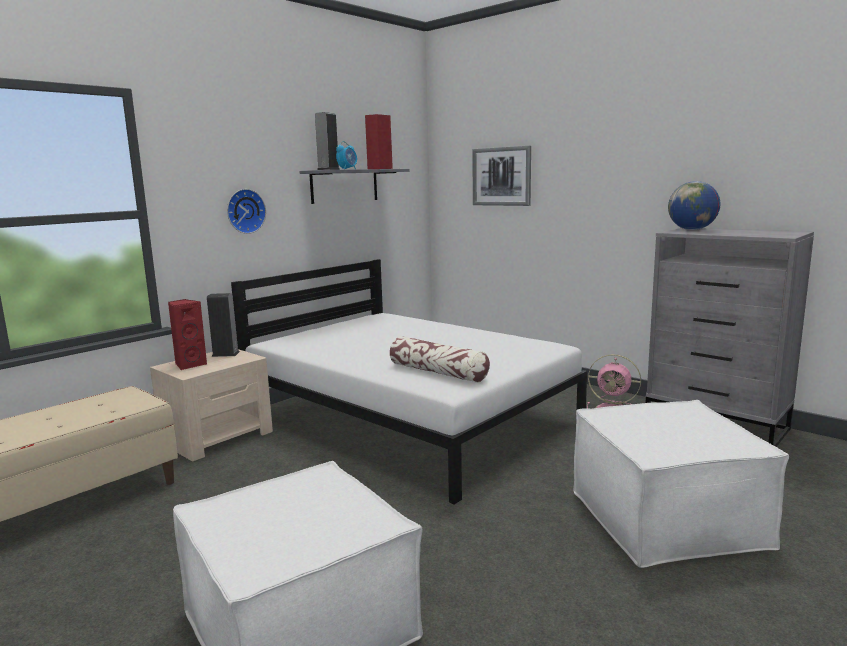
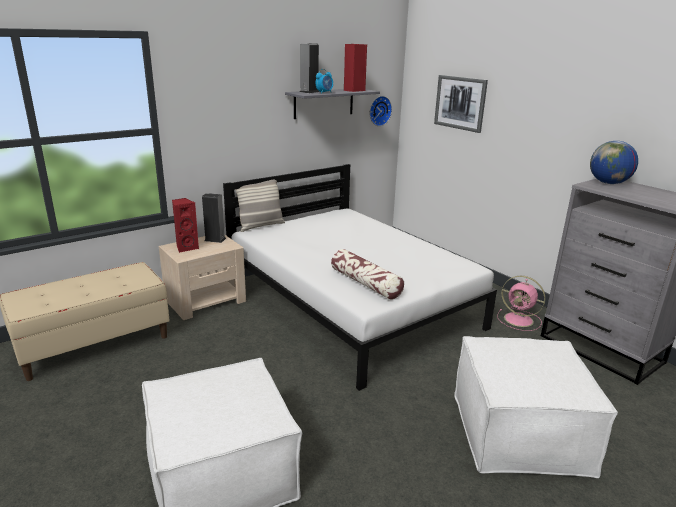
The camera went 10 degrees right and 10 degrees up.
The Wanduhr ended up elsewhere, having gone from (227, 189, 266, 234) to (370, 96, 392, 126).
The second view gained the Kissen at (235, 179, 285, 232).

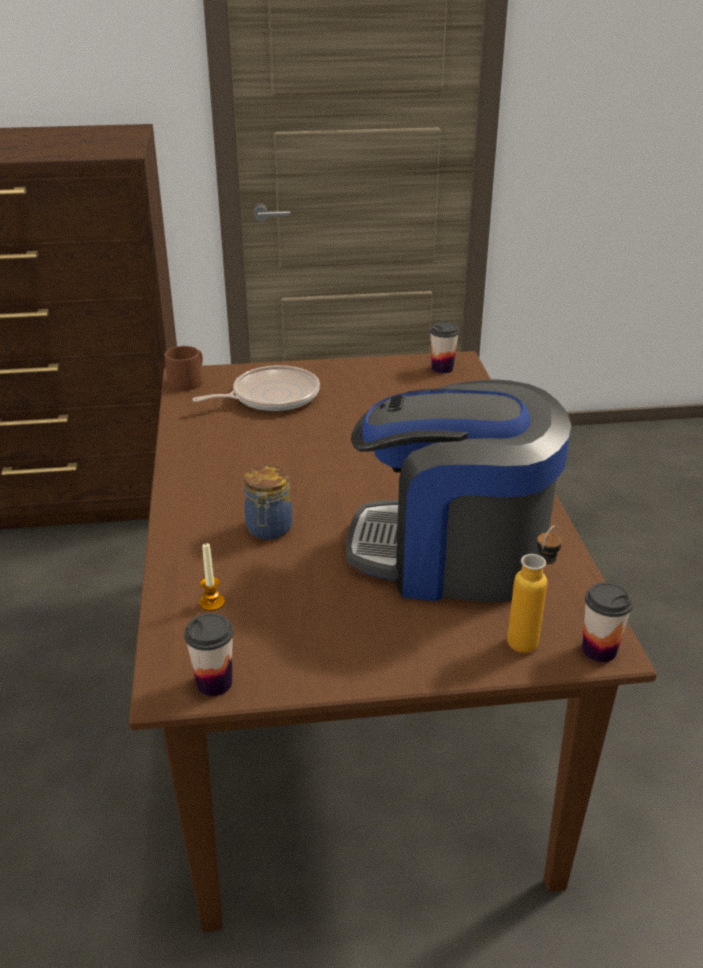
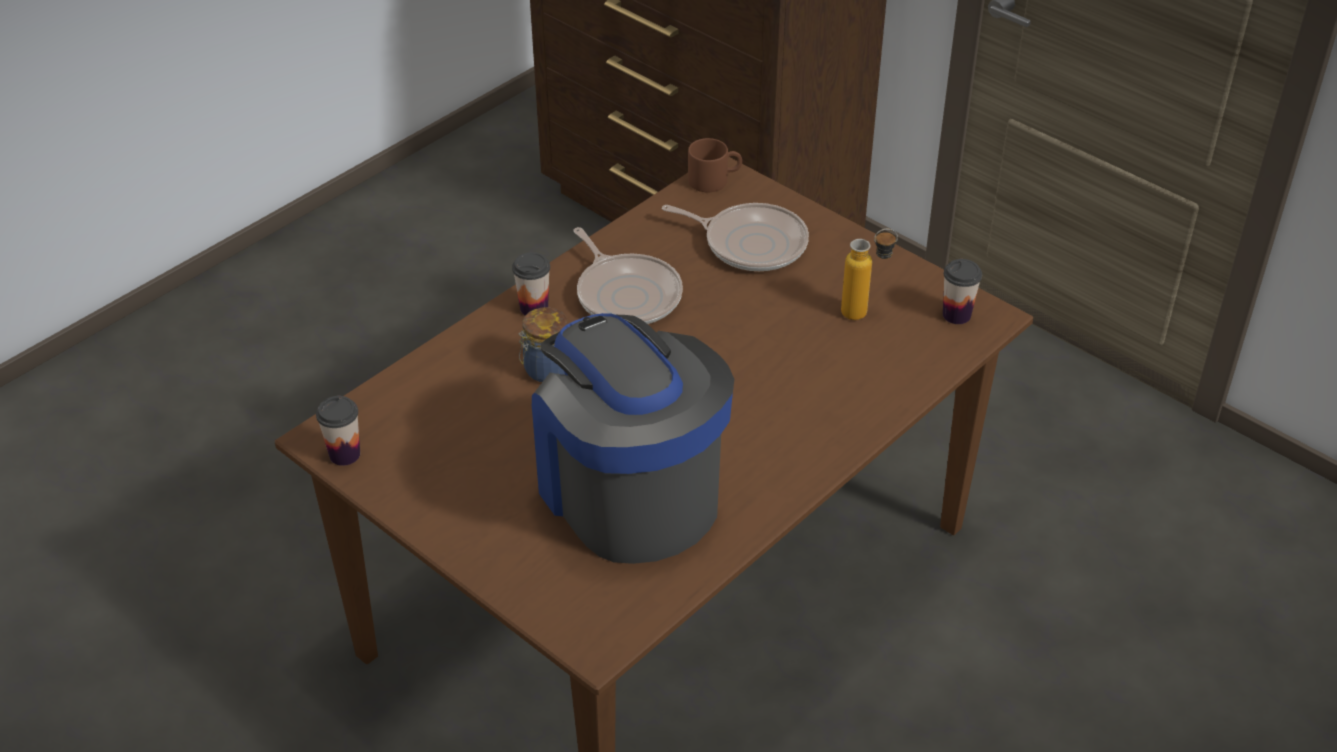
The camera went 50 degrees right and 10 degrees up.
The Flasche ended up elsewhere, having gone from (507, 526, 562, 653) to (841, 228, 898, 320).
The second view lost the Kerze at (199, 543, 225, 611).
The Tasse ended up elsewhere, having gone from (582, 582, 633, 662) to (512, 252, 550, 315).
The second view gained the Pfanne at (573, 227, 683, 324).

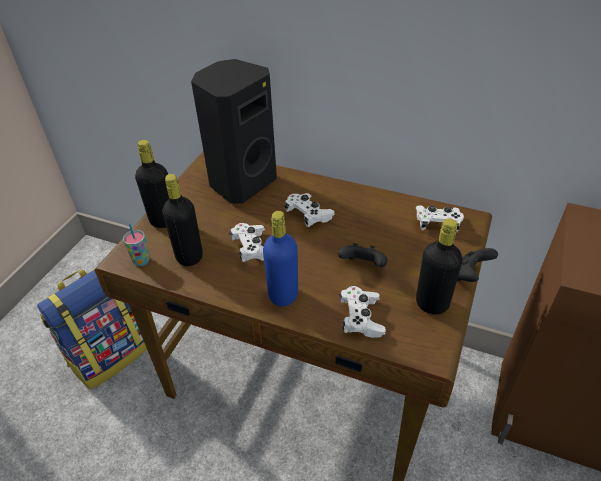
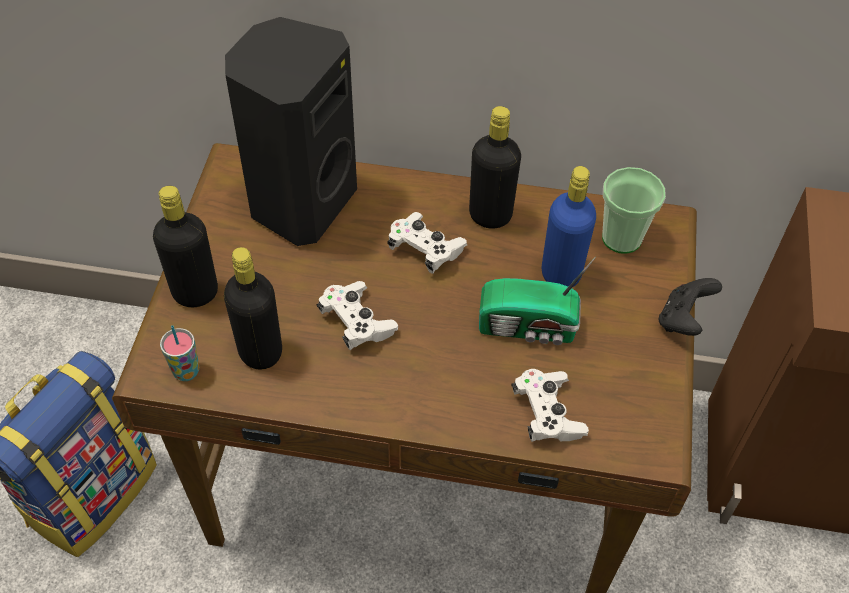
The camera went 15 degrees left and 10 degrees up.
Where the Gamepad (weiß) stood at (416, 205, 464, 232), the Tasse came to stand at (602, 167, 666, 254).
The Flasche (blau) ended up elsewhere, having gone from (263, 211, 298, 306) to (542, 166, 596, 287).
The Flasche (schwarz) ended up elsewhere, having gone from (416, 218, 463, 314) to (469, 106, 521, 229).
Where the Gamepad (schwarz) stood at (338, 243, 387, 267), the Radio came to stand at (479, 257, 596, 345).

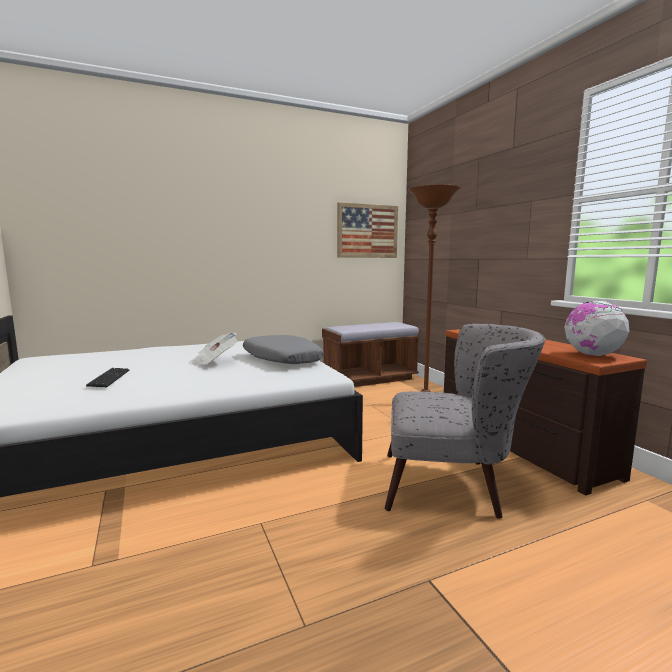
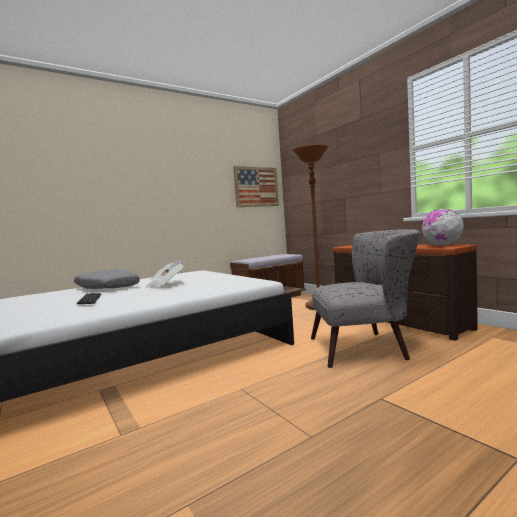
The camera went 10 degrees left and 5 degrees down.
The Kissen (grau) ended up elsewhere, having gone from (243, 335, 324, 364) to (74, 269, 140, 289).

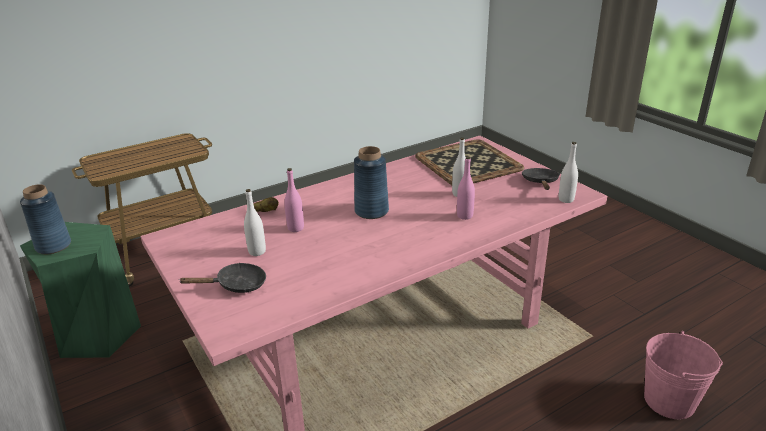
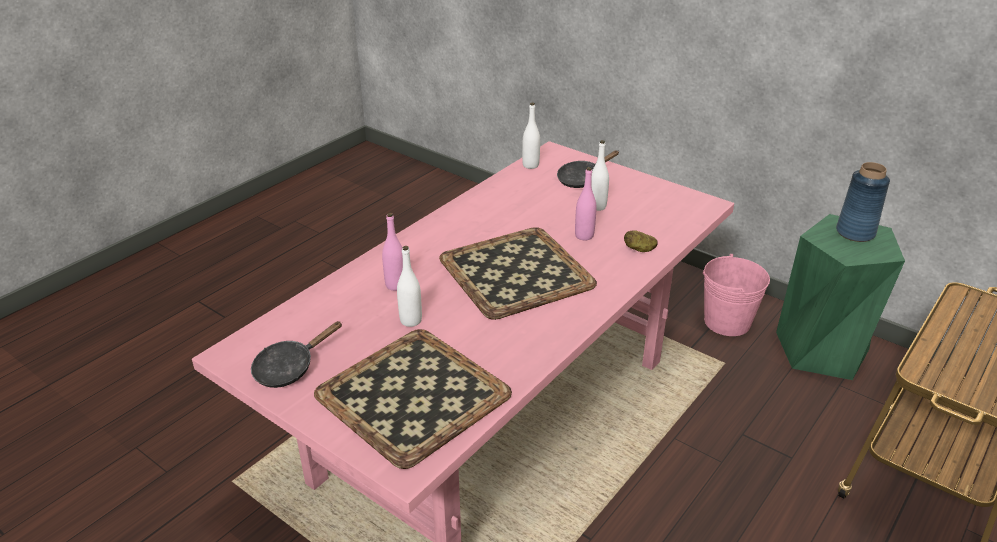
The camera went 160 degrees right and 5 degrees up.
The Flasche (weiß) ended up elsewhere, having gone from (559, 142, 578, 203) to (522, 103, 540, 169).
Where the Vase (blau) stood at (354, 146, 389, 219), the Tablett came to stand at (439, 227, 597, 320).
The Pfanne (schwarz) at (522, 168, 560, 190) ended up facing another way, 60 degrees clockwise from before.
The Eimer (rosa) ended up elsewhere, having gone from (644, 331, 723, 419) to (703, 254, 770, 336).

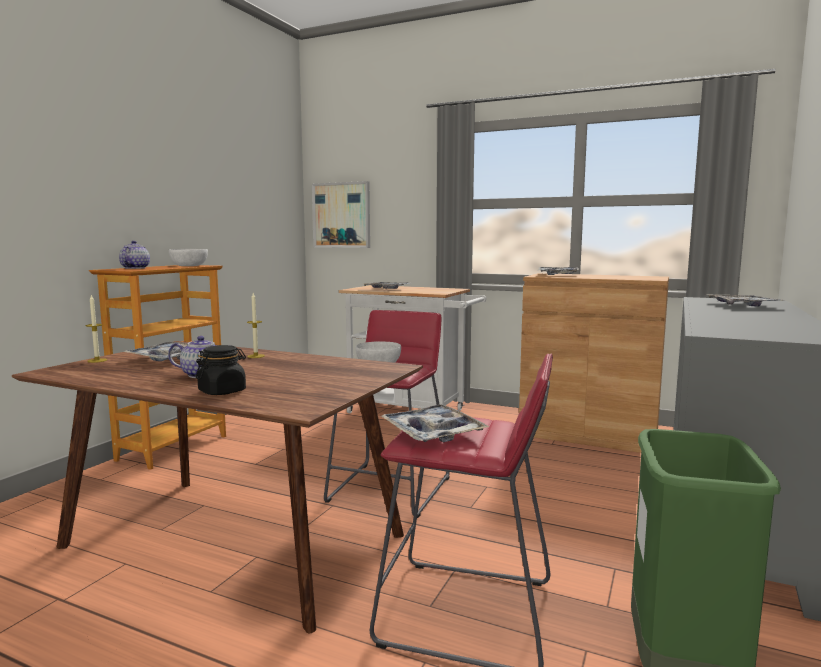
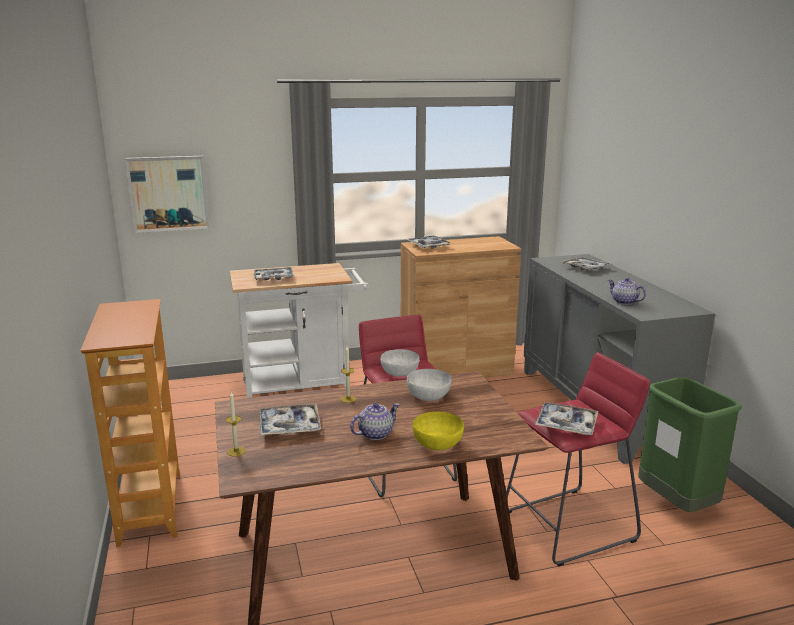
The camera went 40 degrees left and 10 degrees up.
The Teekanne ended up elsewhere, having gone from (119, 241, 150, 269) to (608, 278, 646, 305).
The Schüssel (weiß) ended up elsewhere, having gone from (169, 249, 208, 266) to (407, 369, 451, 401).
Where the Vorratsglas (schwarz) stood at (196, 345, 246, 395), the Schüssel (gelb) came to stand at (413, 412, 464, 450).

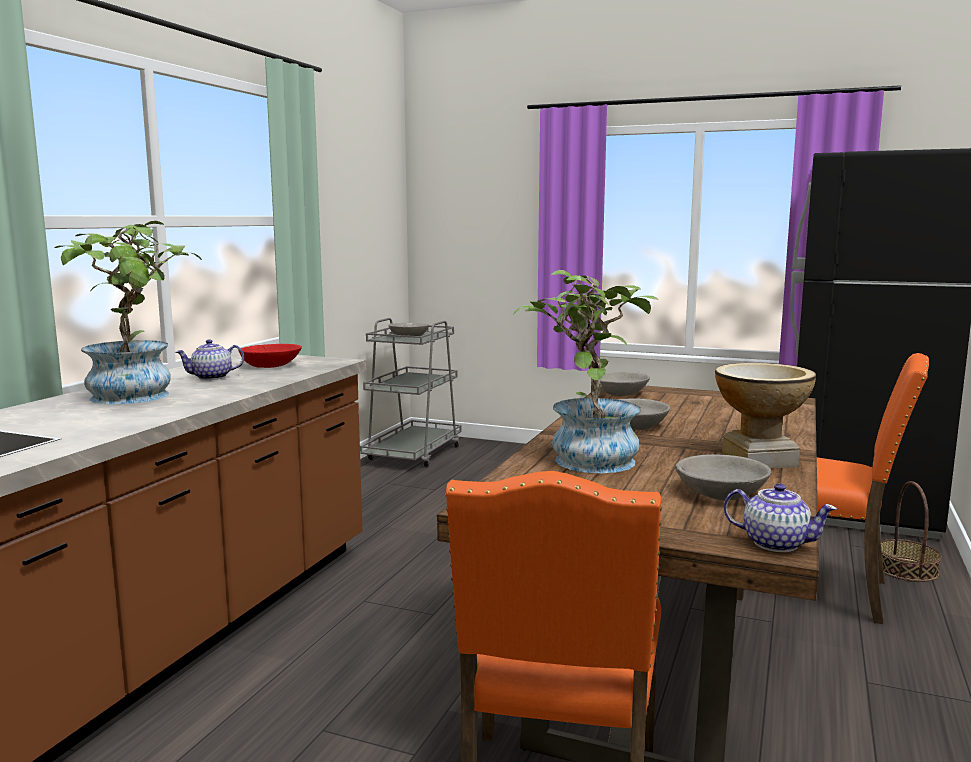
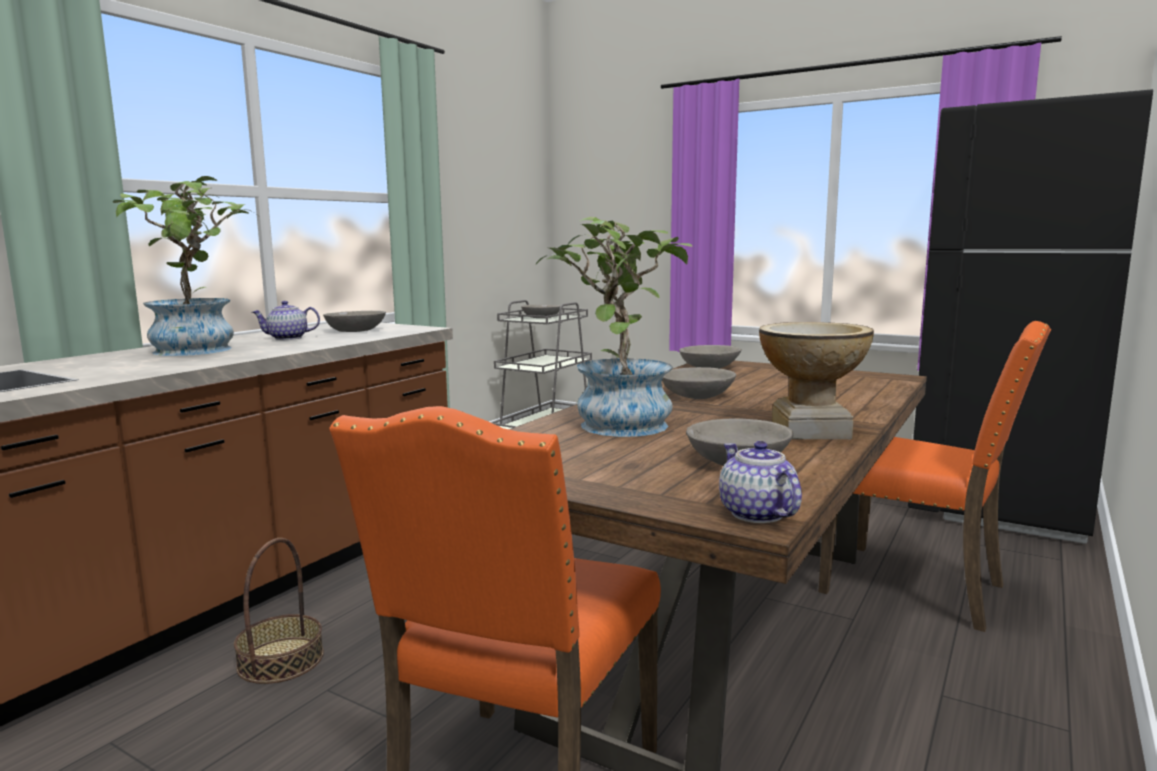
The camera went 10 degrees right and 0 degrees up.
What was the Schüssel (rot) at (238, 344, 302, 368) turned into the Schüssel (grau) at (323, 311, 386, 332).
The Korb ended up elsewhere, having gone from (881, 481, 942, 582) to (234, 538, 324, 684).
The Teekanne at (724, 483, 837, 552) ended up facing another way, 150 degrees counterclockwise from before.

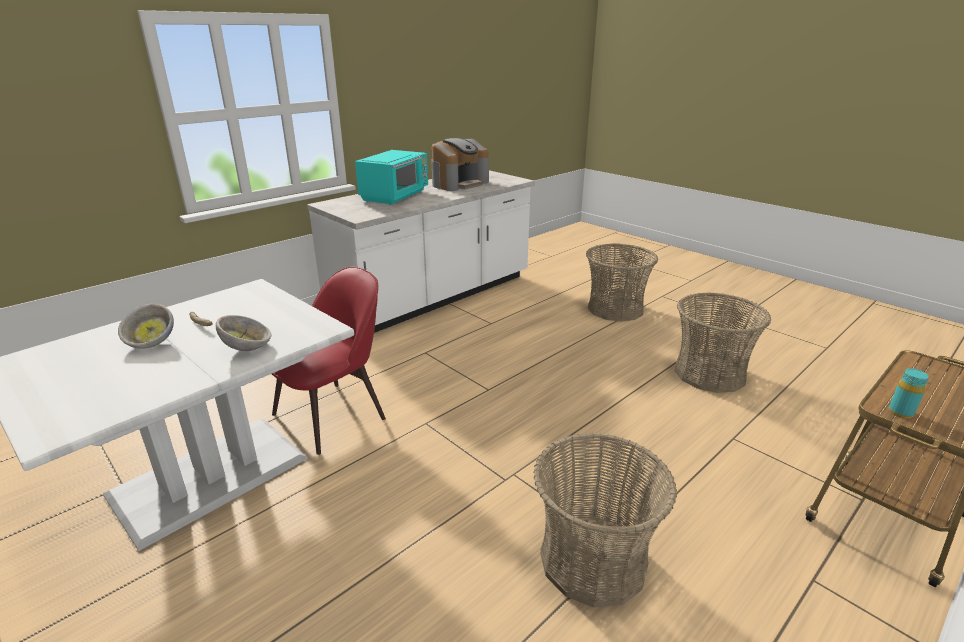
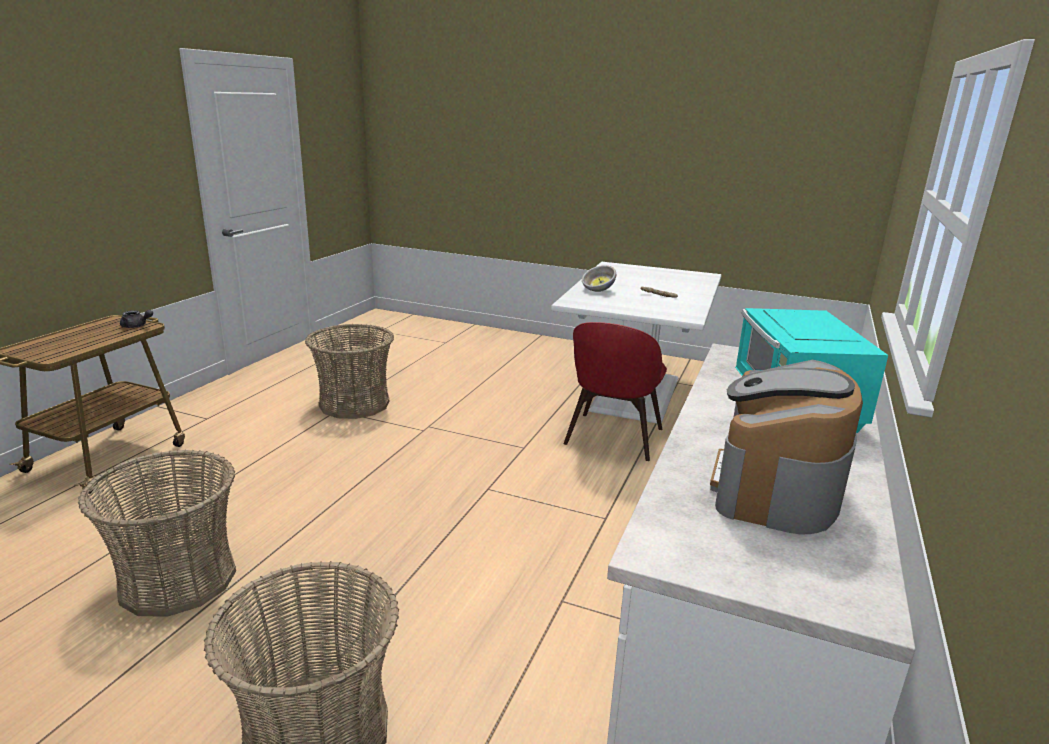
The camera went 155 degrees right and 5 degrees down.
The second view lost the Schüssel at (118, 304, 174, 349).
Where the Flasche (türkis) stood at (889, 368, 929, 418), the Teekanne (grau) came to stand at (120, 310, 153, 328).

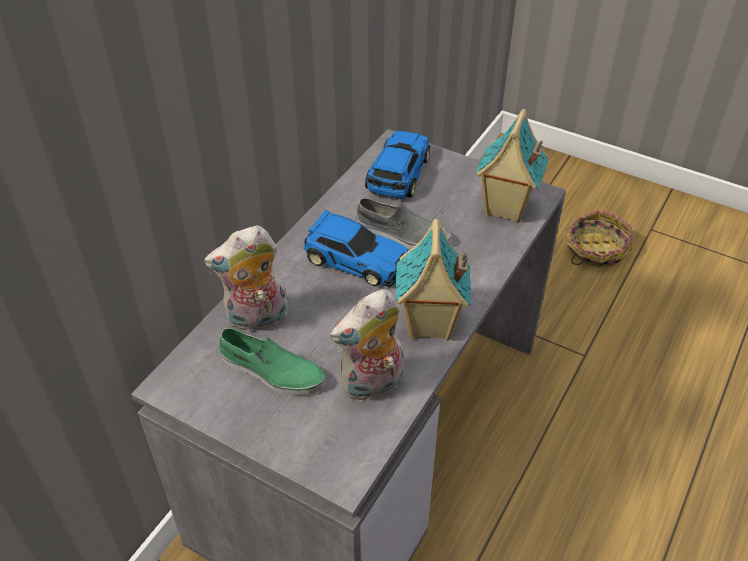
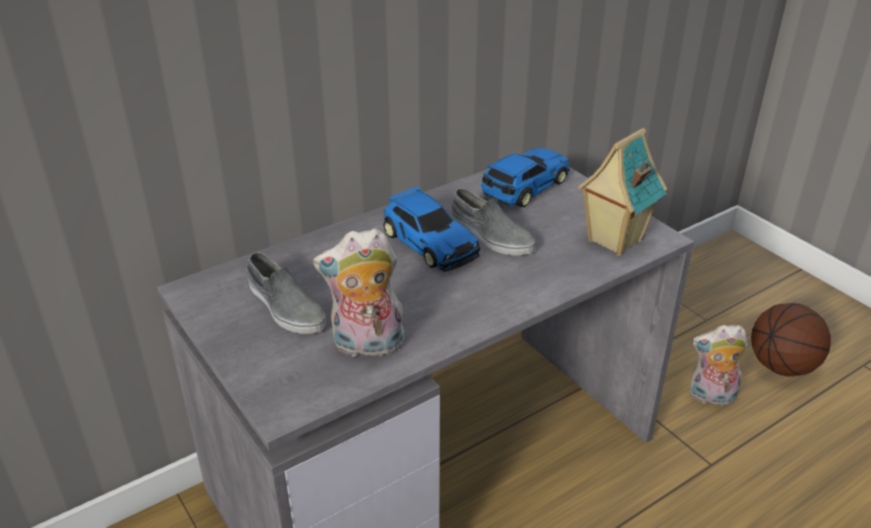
The camera went 25 degrees right and 10 degrees down.
Where the Korb stood at (566, 210, 633, 267), the Basketball came to stand at (751, 303, 831, 376).
The second view lost the Spielzeughaus at (395, 219, 471, 341).
The Plüschtier ended up elsewhere, having gone from (204, 225, 288, 332) to (690, 325, 748, 406).
What was the Schuh (grün) at (220, 328, 326, 396) turned into the Schuh (grau) at (246, 252, 326, 334).

